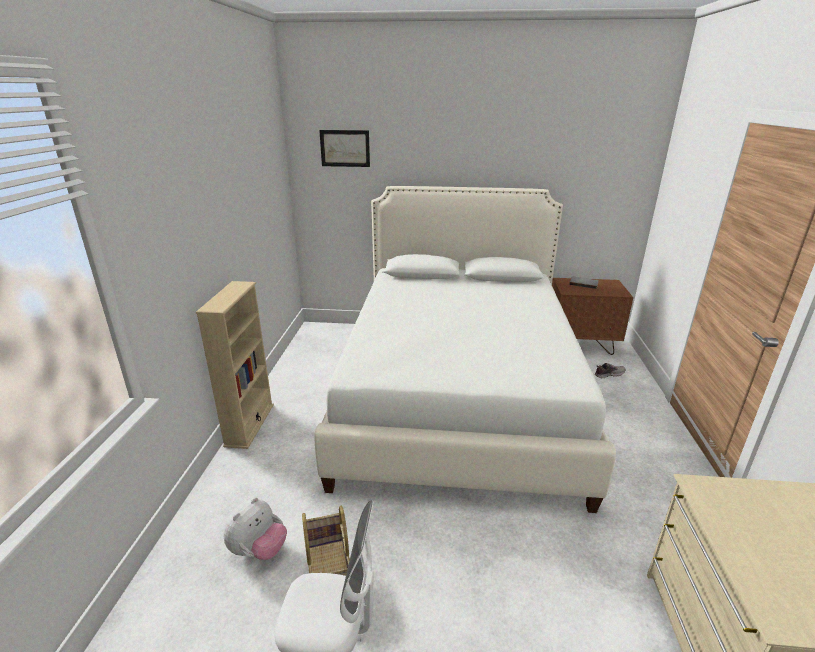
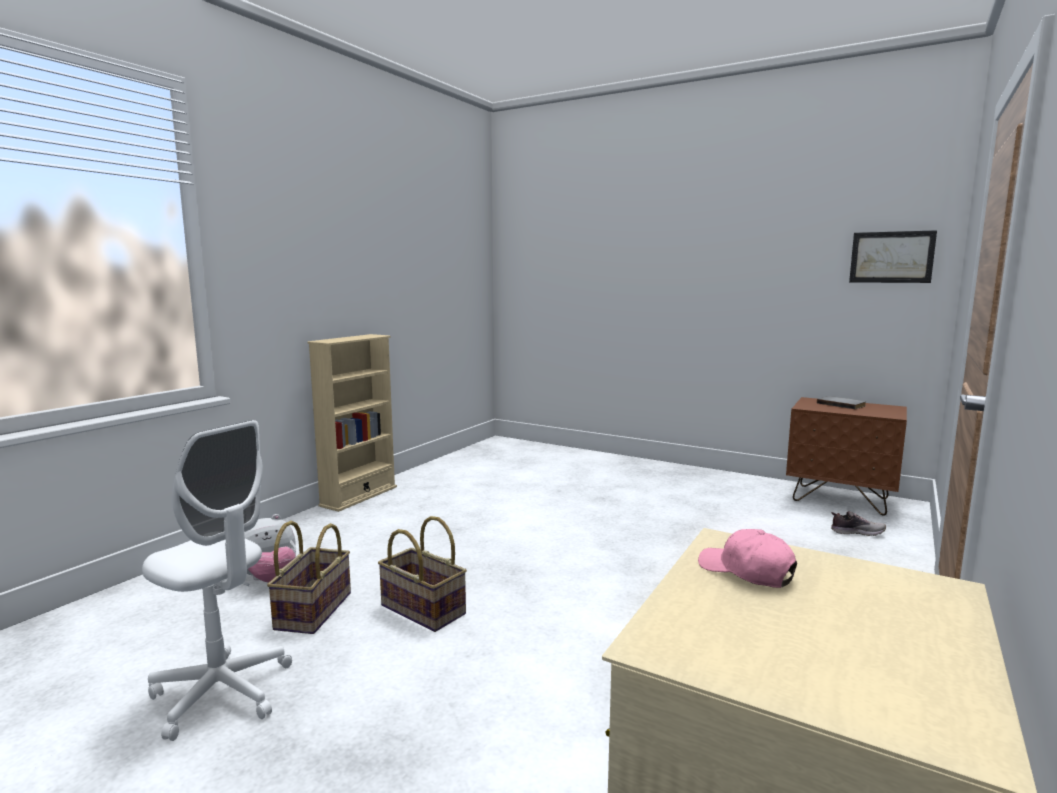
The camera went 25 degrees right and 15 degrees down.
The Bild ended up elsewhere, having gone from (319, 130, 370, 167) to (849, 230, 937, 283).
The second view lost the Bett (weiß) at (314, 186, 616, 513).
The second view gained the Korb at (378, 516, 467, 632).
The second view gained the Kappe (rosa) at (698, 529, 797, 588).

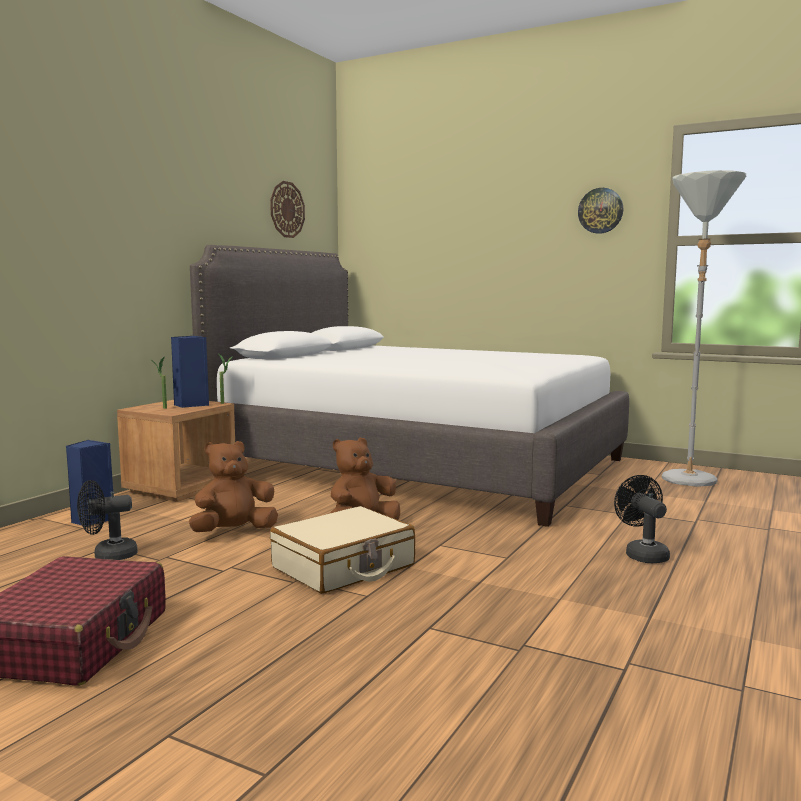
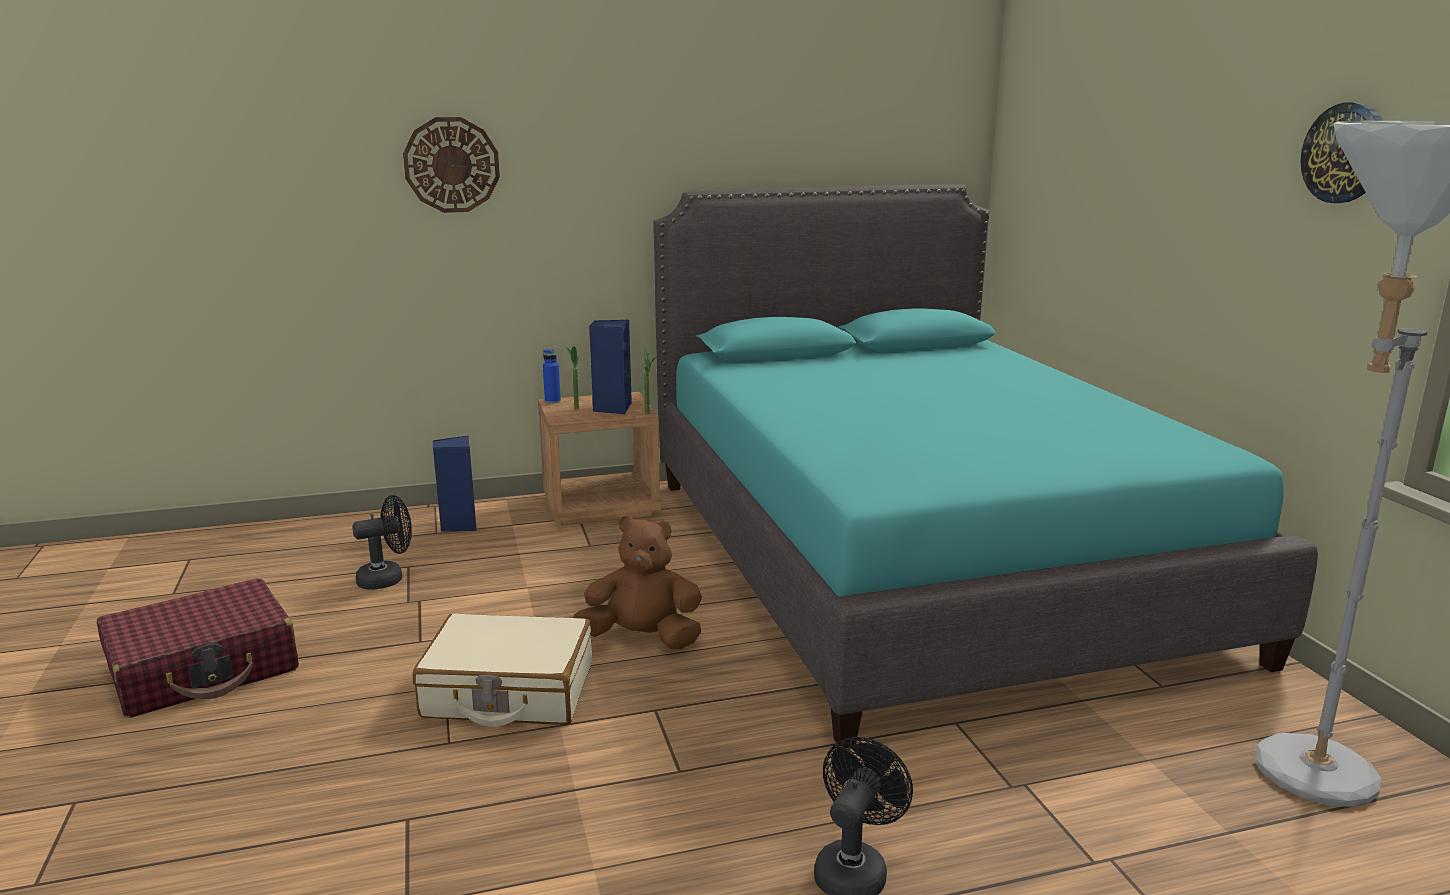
The camera went 45 degrees right and 10 degrees up.
The Wanduhr ended up elsewhere, having gone from (270, 181, 305, 238) to (403, 117, 500, 213).
What was the Bett (weiß) at (190, 245, 629, 527) turned into the Bett (türkis) at (653, 184, 1318, 748).
The second view lost the Plüschtier (braun) at (189, 441, 278, 532).
The Ventilator (schwarz) at (77, 480, 138, 560) ended up facing another way, 135 degrees clockwise from before.
The second view gained the Flasche (blau) at (543, 349, 561, 404).

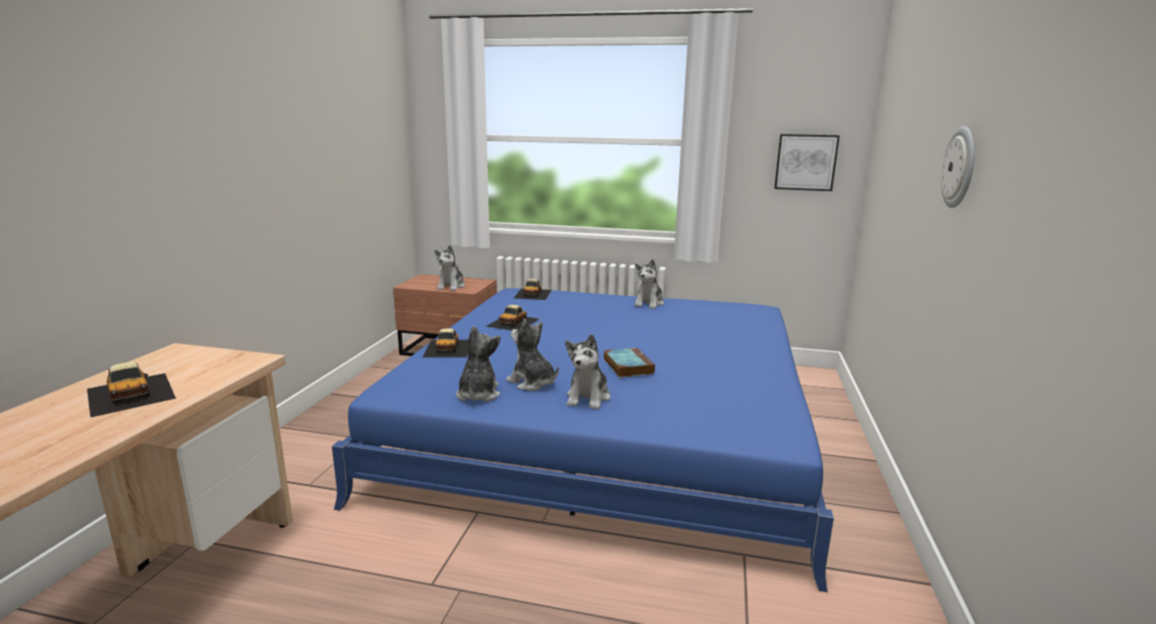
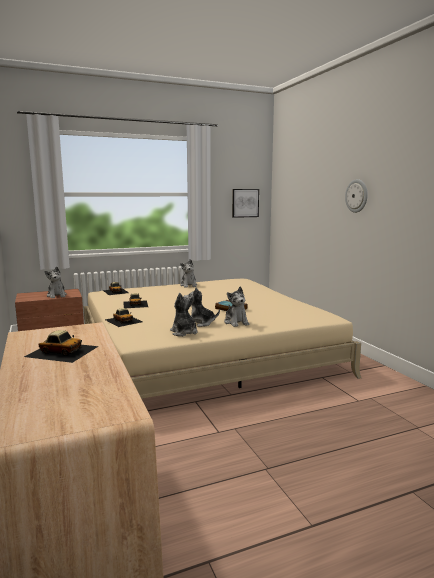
The camera went 35 degrees left and 5 degrees down.
What was the Bett (blau) at (332, 288, 834, 592) turned into the Bett (beige) at (84, 279, 361, 399).

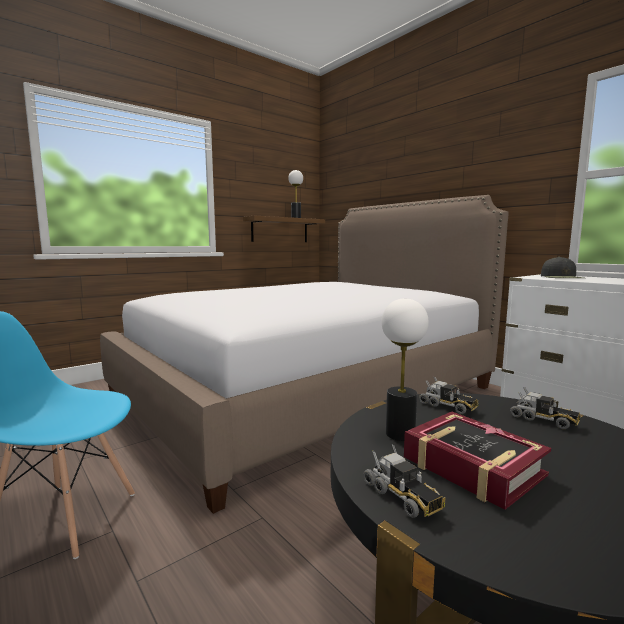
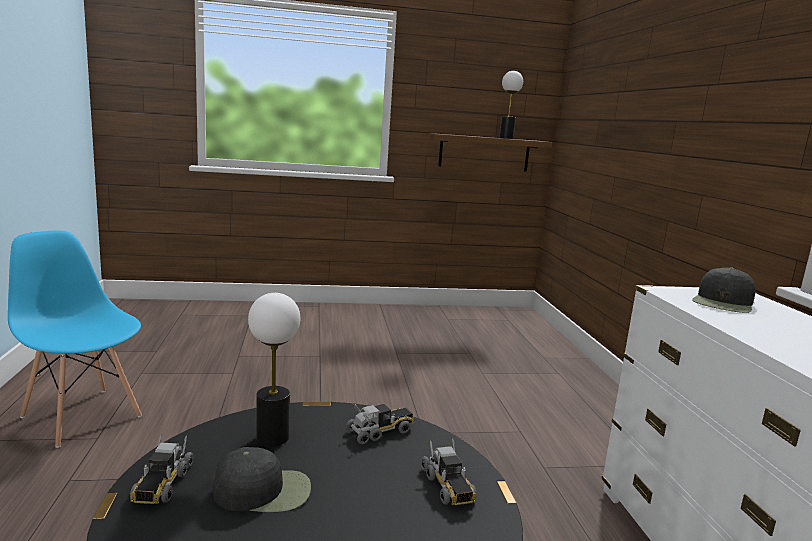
The camera went 30 degrees right and 5 degrees up.
The second view lost the Bett at (100, 195, 509, 514).
The Spielzeuglaster at (419, 377, 478, 414) ended up facing another way, 105 degrees counterclockwise from before.
Where the Buch stood at (404, 412, 551, 510), the Kappe (schwarz) came to stand at (212, 447, 311, 512).

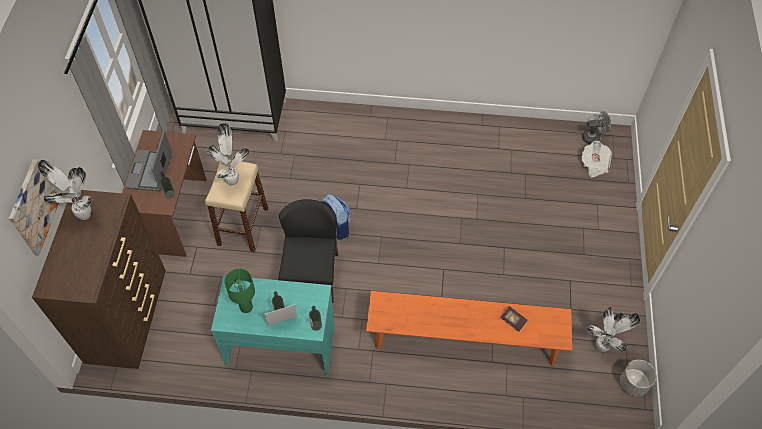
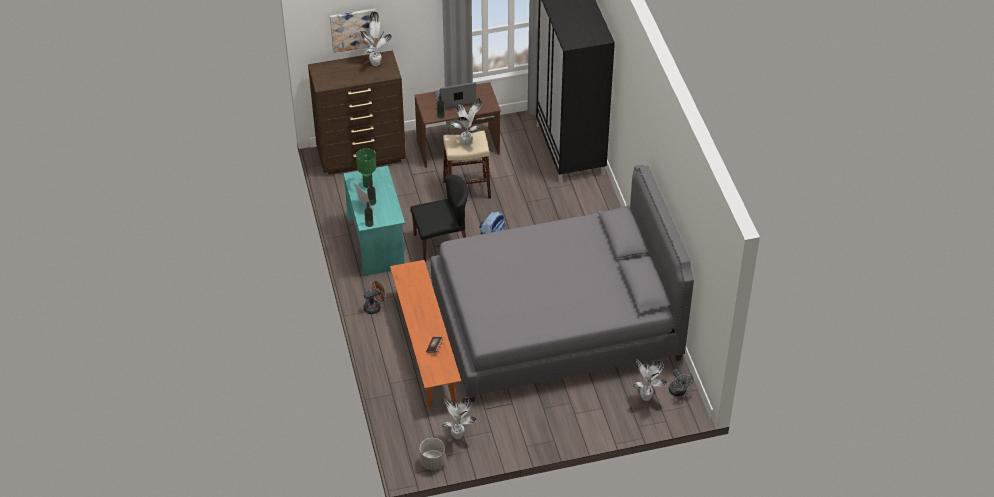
The camera went 70 degrees right and 10 degrees down.
Where the Zeitung stood at (581, 141, 612, 177), the Topfpflanze came to stand at (633, 359, 667, 401).
The second view gained the Bett (grau) at (430, 165, 694, 402).
The second view gained the Ventilator (braun) at (364, 281, 385, 314).

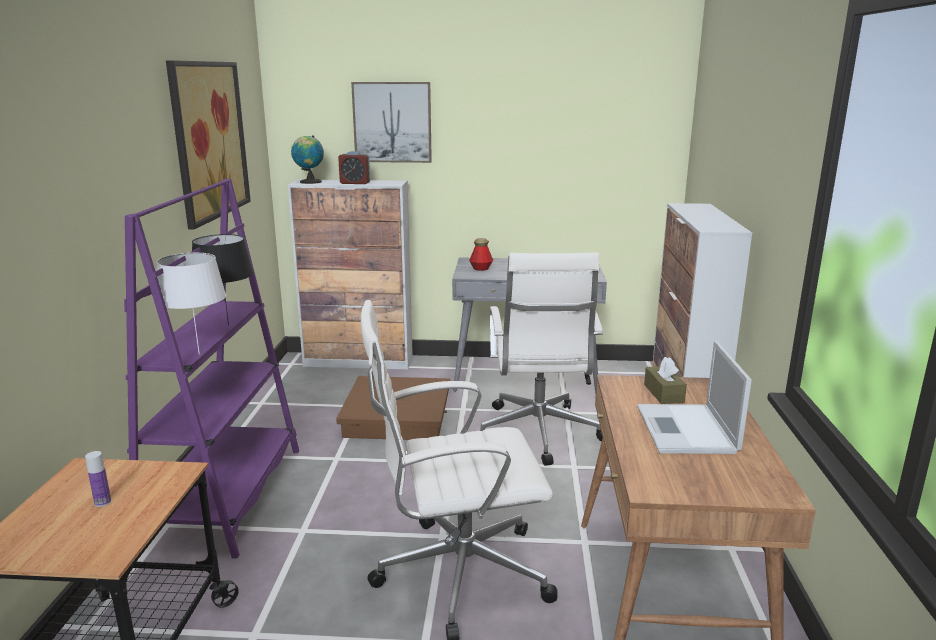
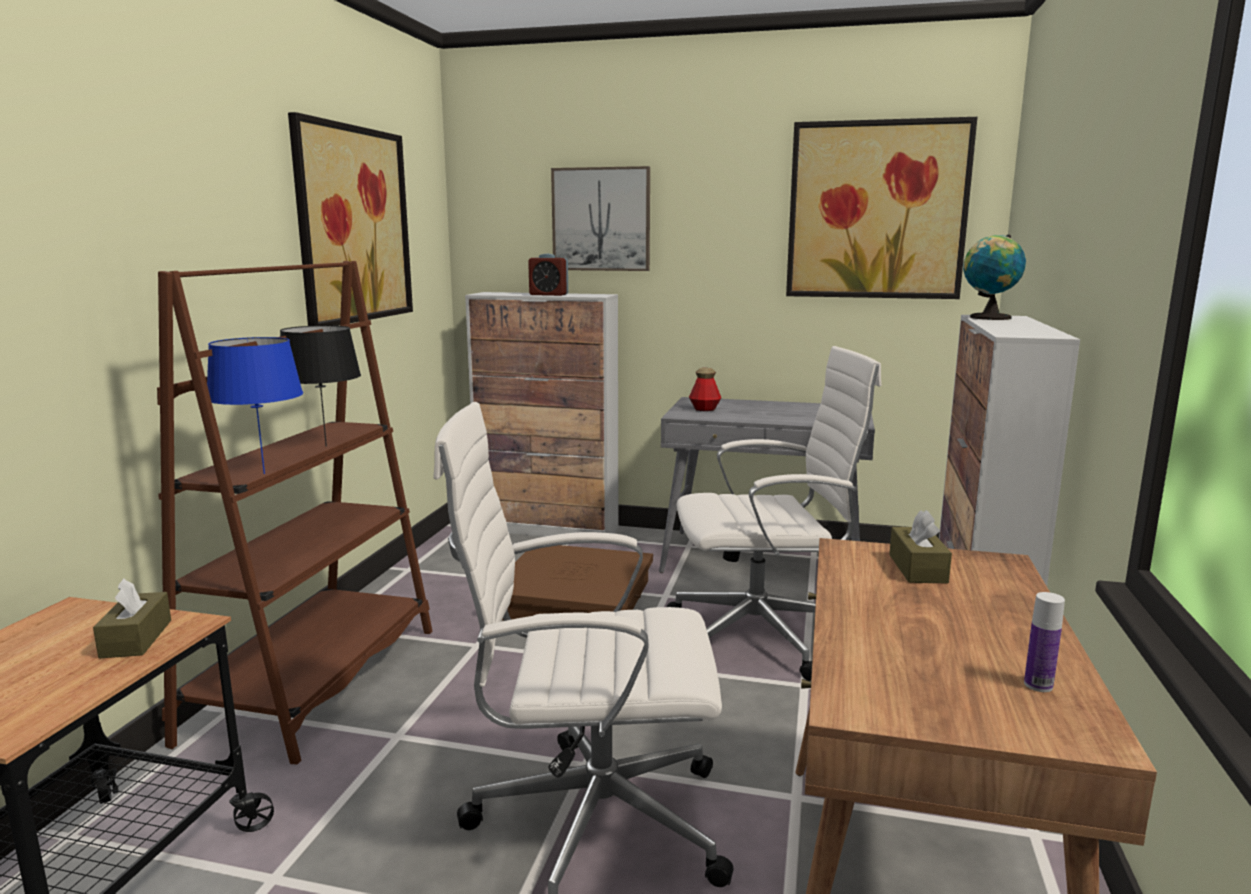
The camera went 10 degrees right and 5 degrees down.
The Globus ended up elsewhere, having gone from (291, 135, 324, 184) to (963, 234, 1026, 320).
What was the Bücherregal (lila) at (124, 179, 299, 558) turned into the Bücherregal (braun) at (157, 261, 432, 764).
The Bürostuhl (weiß) at (480, 252, 603, 466) ended up facing another way, 105 degrees counterclockwise from before.
What was the Tischlampe (weiß) at (157, 253, 226, 354) turned into the Tischlampe (blau) at (207, 337, 303, 474).
The second view lost the Laptop at (637, 341, 752, 454).
The Flasche ended up elsewhere, having gone from (85, 451, 111, 507) to (1024, 592, 1065, 692).
The second view gained the Bild at (786, 117, 977, 299).
The second view gained the Taschentuchbox (braun) at (93, 578, 171, 659).

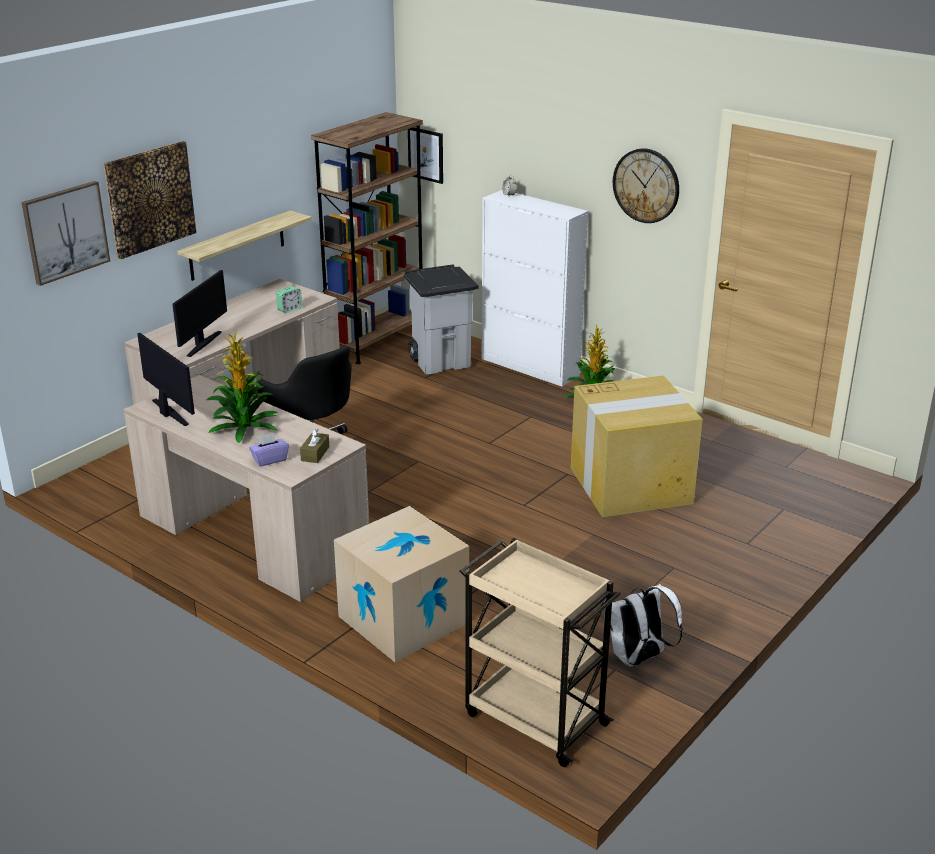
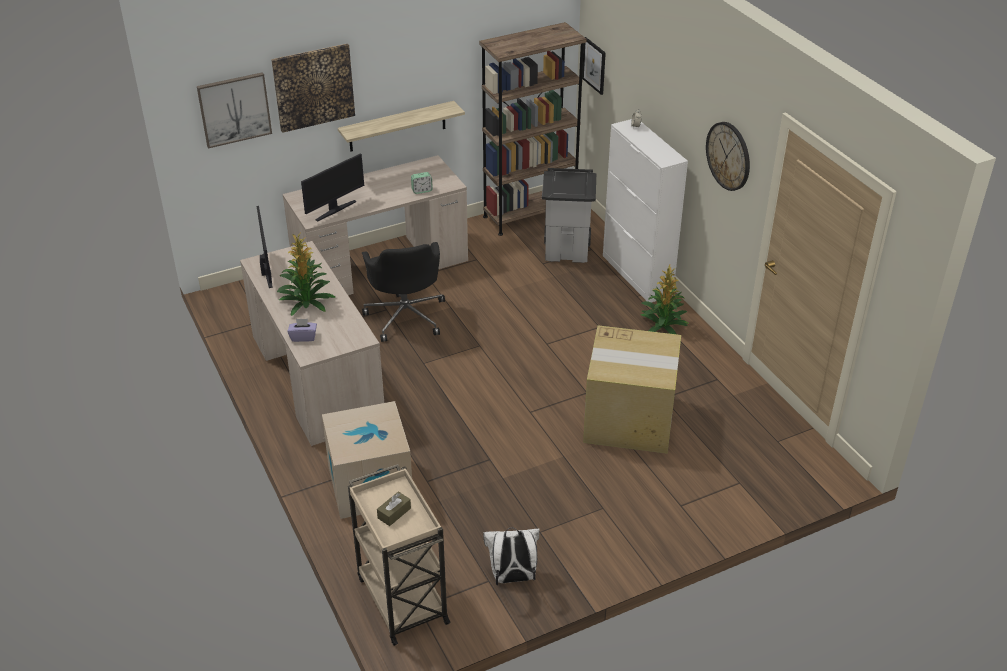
The camera went 25 degrees right and 10 degrees up.
The Taschentuchbox (braun) ended up elsewhere, having gone from (300, 428, 329, 463) to (377, 492, 411, 526).

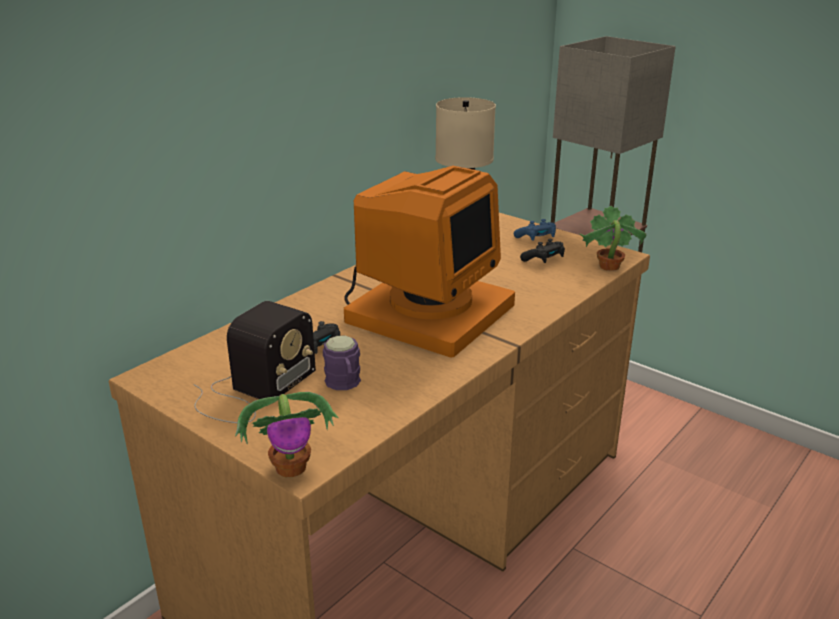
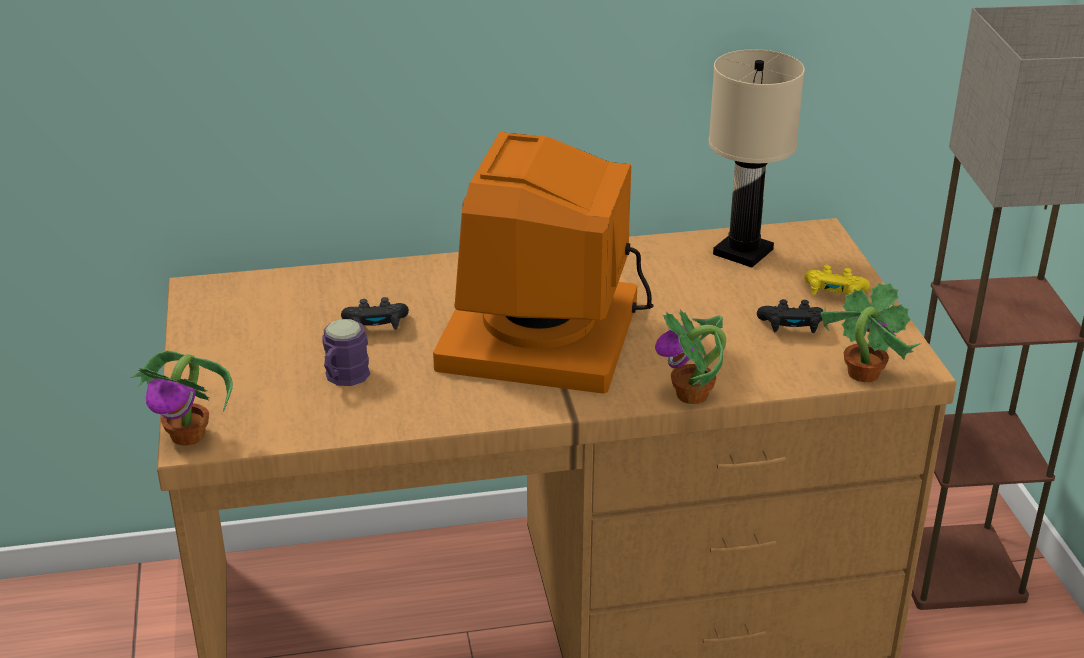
The camera went 40 degrees right and 5 degrees up.
The Monitor at (344, 166, 515, 358) ended up facing another way, 120 degrees clockwise from before.
What was the Gamepad (blau) at (514, 219, 556, 241) turned into the Gamepad (gelb) at (804, 265, 870, 295).
The second view lost the Radio at (194, 301, 316, 423).
The second view gained the Topfpflanze at (655, 309, 726, 404).

